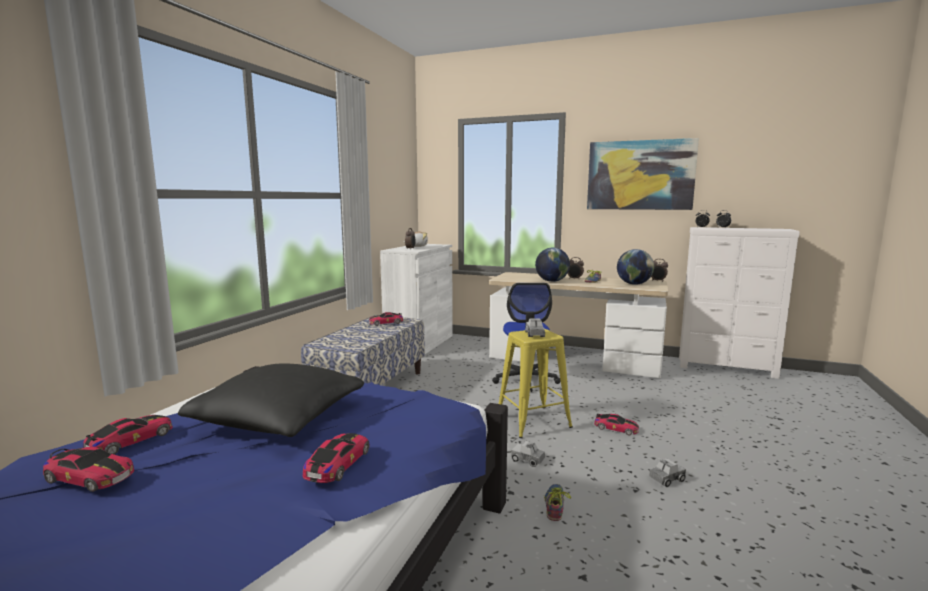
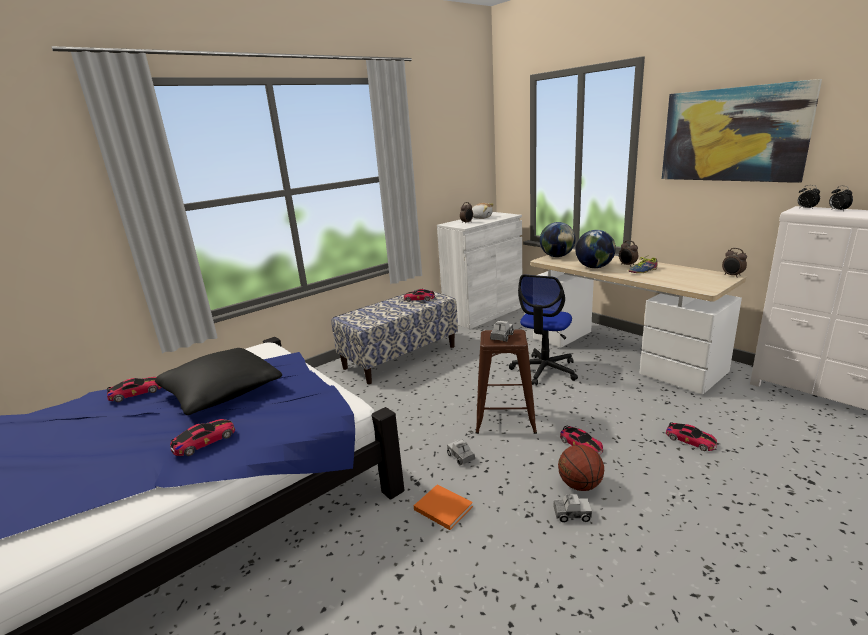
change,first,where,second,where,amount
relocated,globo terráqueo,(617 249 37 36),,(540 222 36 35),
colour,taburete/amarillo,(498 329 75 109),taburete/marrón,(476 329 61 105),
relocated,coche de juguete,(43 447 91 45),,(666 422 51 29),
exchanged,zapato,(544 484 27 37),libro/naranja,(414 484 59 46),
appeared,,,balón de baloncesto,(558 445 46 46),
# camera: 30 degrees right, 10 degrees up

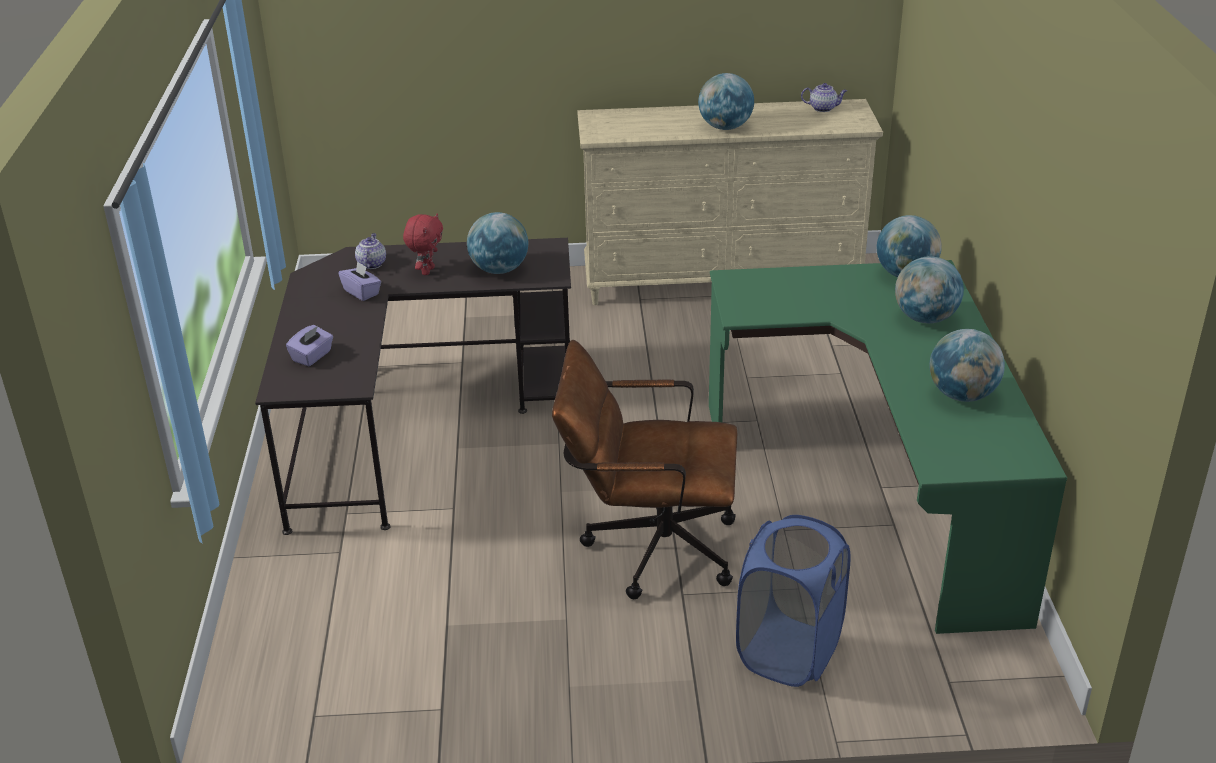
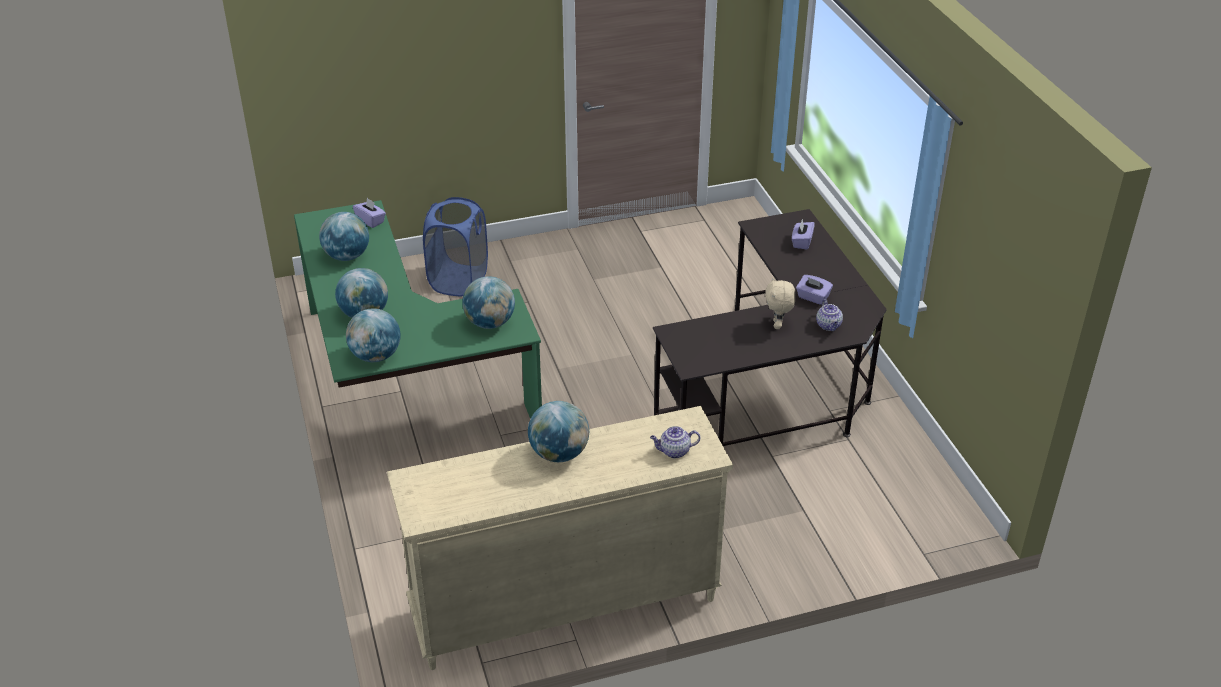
change,first,where,second,where,amount
relocated,tetera,(801 83 46 29),,(650 426 50 32),
relocated,globo terráqueo,(467 212 61 62),,(462 276 53 53),
colour,peluche/rojo,(403 214 40 61),peluche/beis,(765 277 30 52),
missing,silla de oficina/marrón,(552 340 185 259),,,
appeared,,,caja de pañuelos/morado,(353 198 33 30),
# camera: 165 degrees right, 5 degrees up

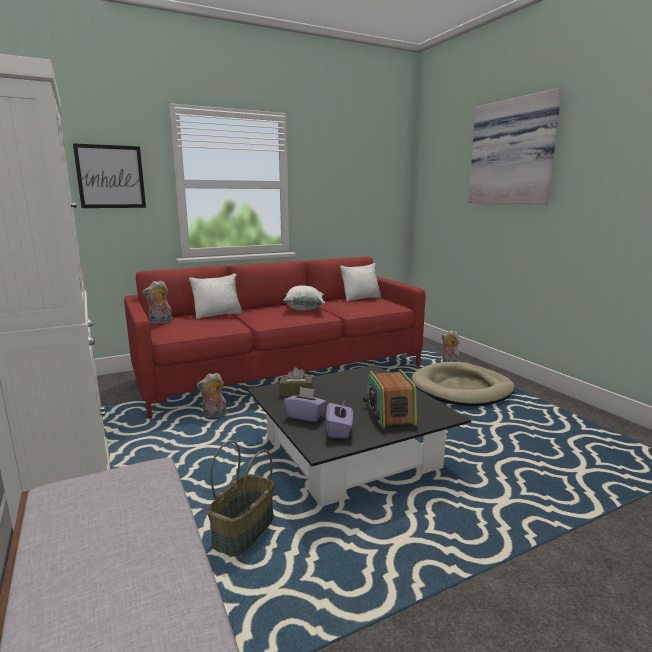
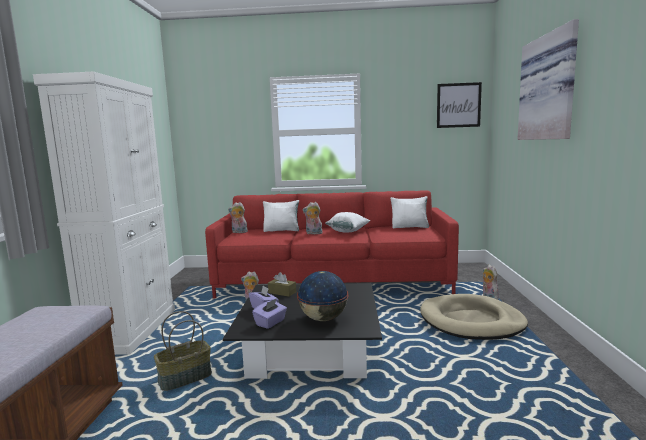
change,first,where,second,where,amount
relocated,cuadro,(73 143 73 65),,(437 82 45 46),
exchanged,radio,(363 369 54 59),globo terráqueo,(297 271 51 50),
appeared,,,peluche,(303 202 20 32),
# camera: 30 degrees right, 5 degrees down

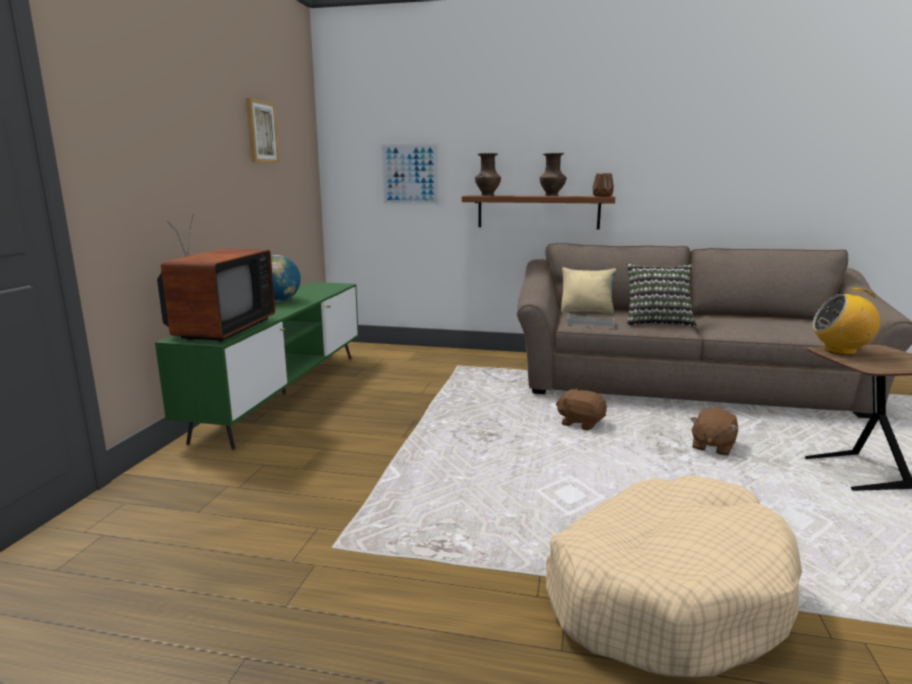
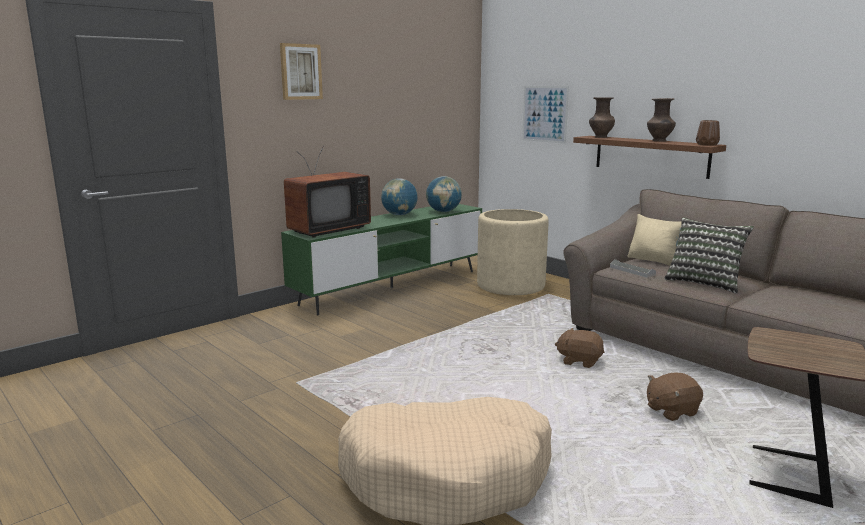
change,first,where,second,where,amount
relocated,cuadro,(246 98 34 65),,(280 43 43 57),
missing,radio,(812 288 68 67),,,
spun,peluche/marrón,(556 388 51 42),,(555 328 50 40),45 degrees counterclockwise
appeared,,,globo terráqueo,(426 176 36 36),
appeared,,,maceta/beis,(477 209 72 86),
# camera: 35 degrees right, 0 degrees up

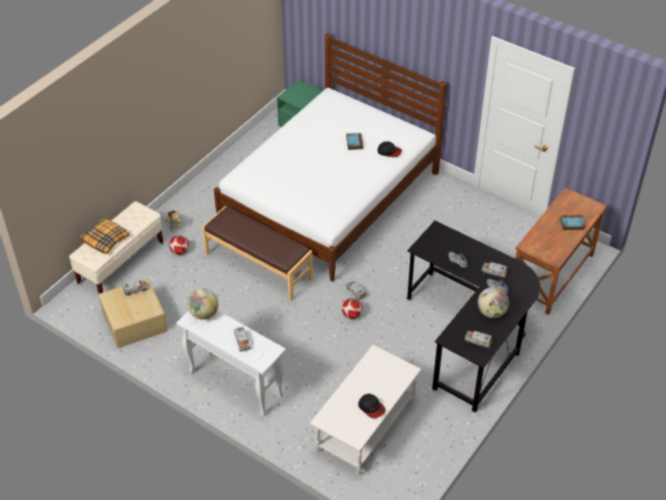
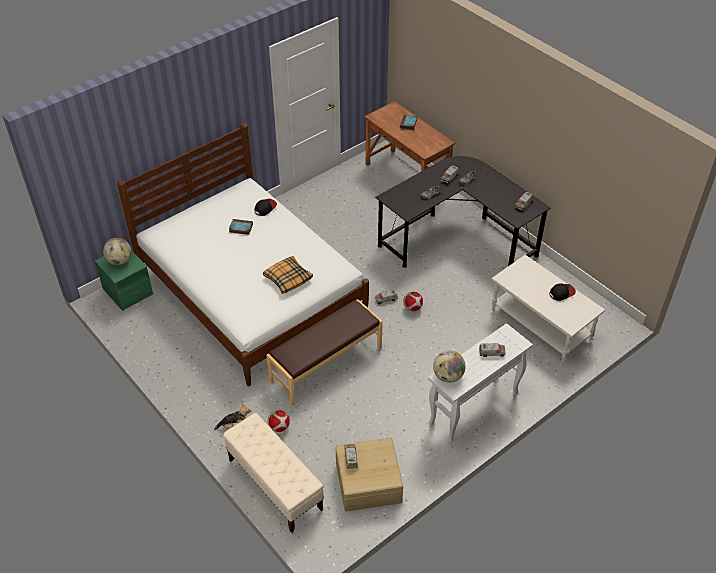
change,first,where,second,where,amount
relocated,cojín,(80 218 49 36),,(263 256 50 38),
relocated,globo terráqueo,(478 287 31 31),,(103 238 28 27),
# camera: 75 degrees left, 0 degrees up

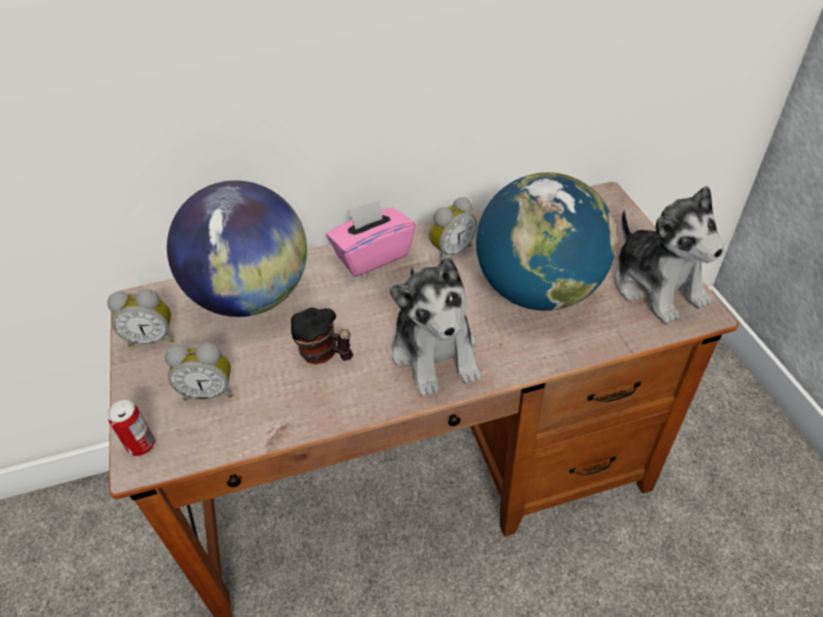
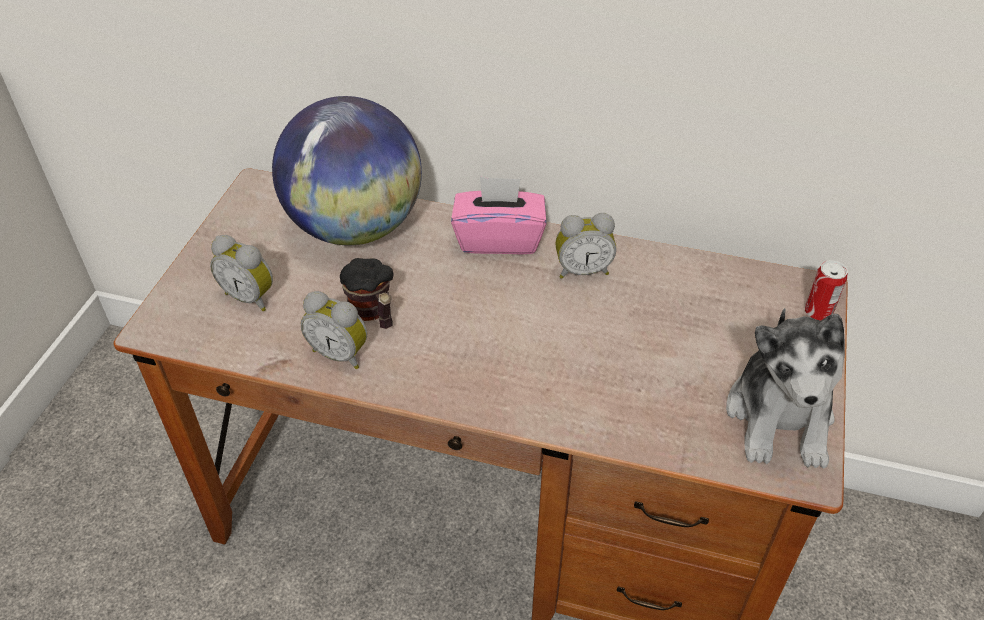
change,first,where,second,where,amount
missing,globo terráqueo,(476 172 140 139),,,
missing,peluche,(390 257 92 140),,,
relocated,despertador,(107 289 67 58),,(301 291 66 78),
relocated,lata,(107 400 48 56),,(805 260 43 61),
# camera: 30 degrees right, 0 degrees up

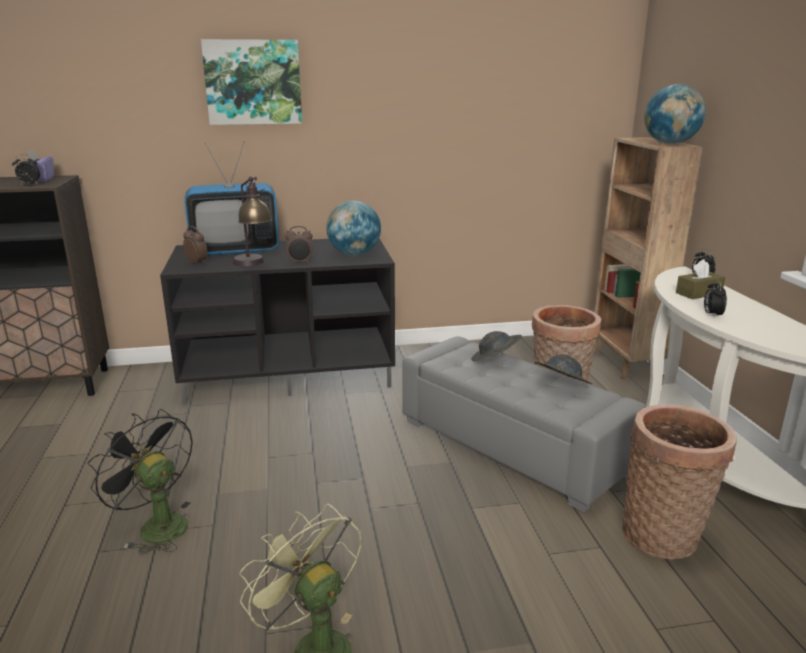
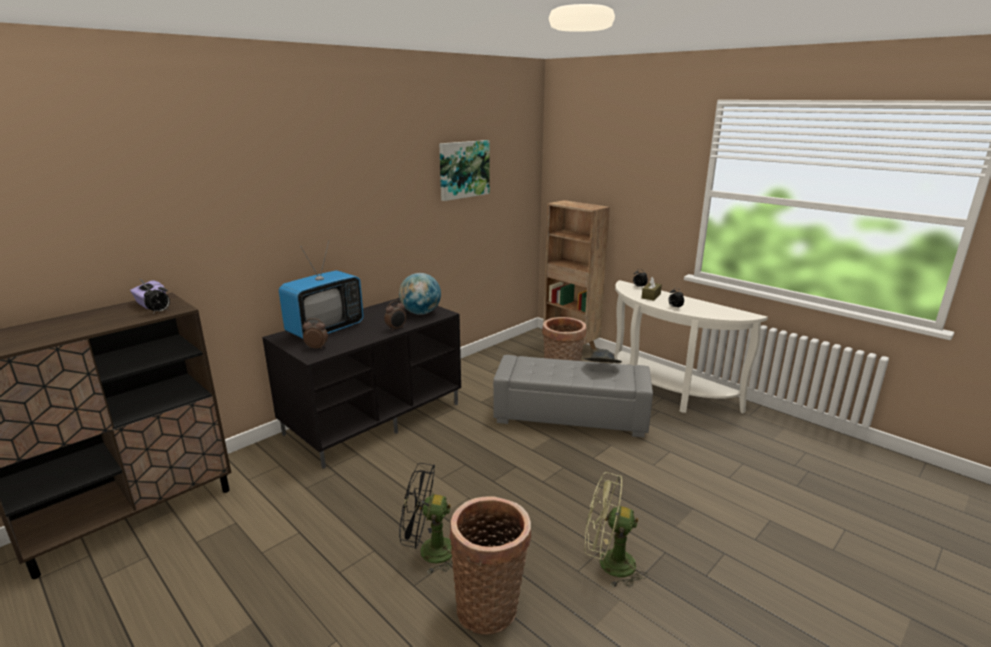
change,first,where,second,where,amount
relocated,cuadro,(201 39 101 86),,(439 140 51 61),
missing,globo terráqueo,(644 84 62 60),,,
missing,lámpara de mesa,(233 176 39 90),,,
missing,sombrero/gris,(471 331 51 30),,,
relocated,cesta,(622 404 115 156),,(449 497 82 138),
# camera: 35 degrees left, 0 degrees up

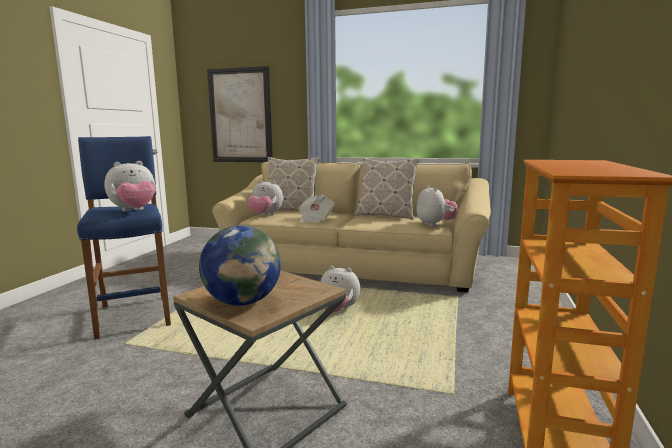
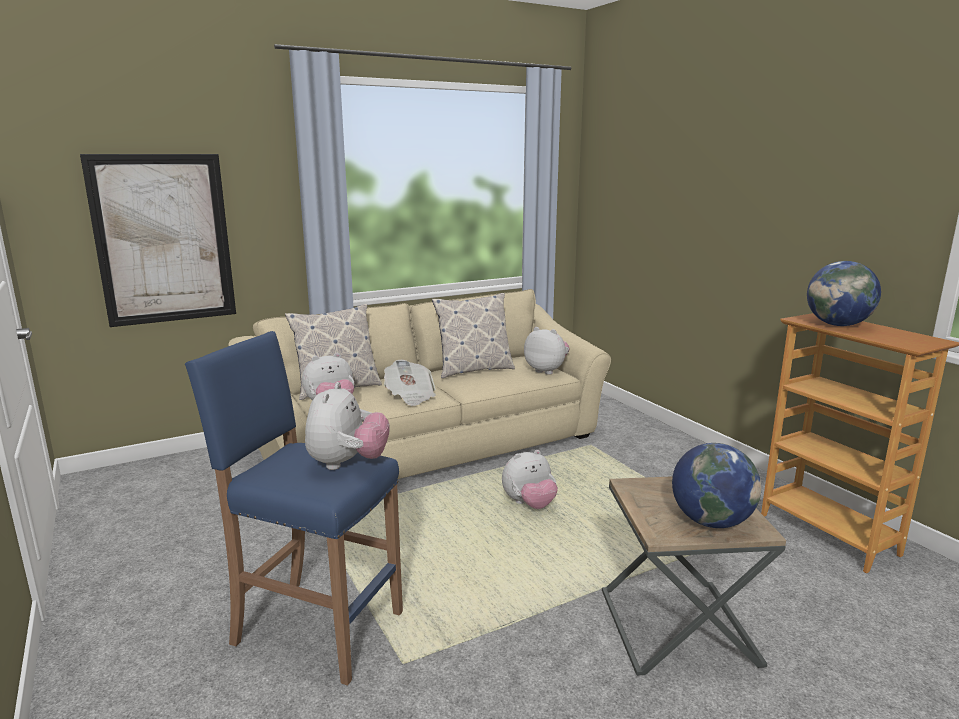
change,first,where,second,where,amount
appeared,,,globo terráqueo,(807 261 74 65),
# camera: 45 degrees left, 5 degrees up

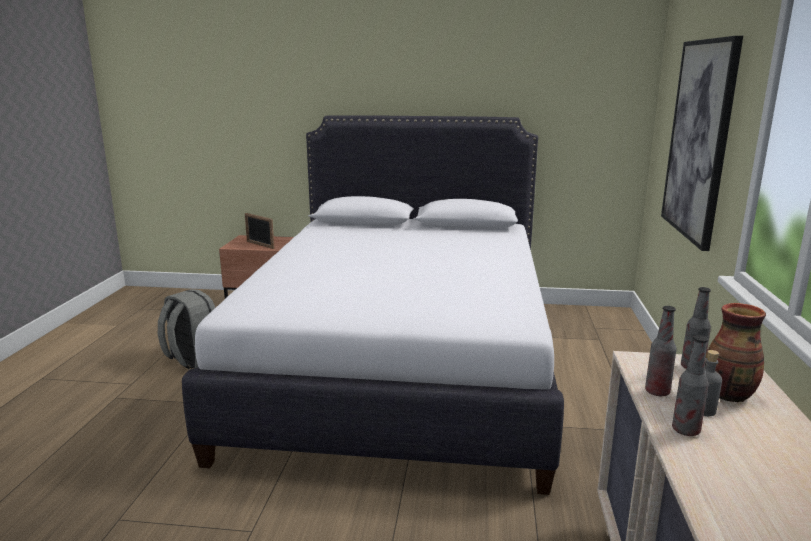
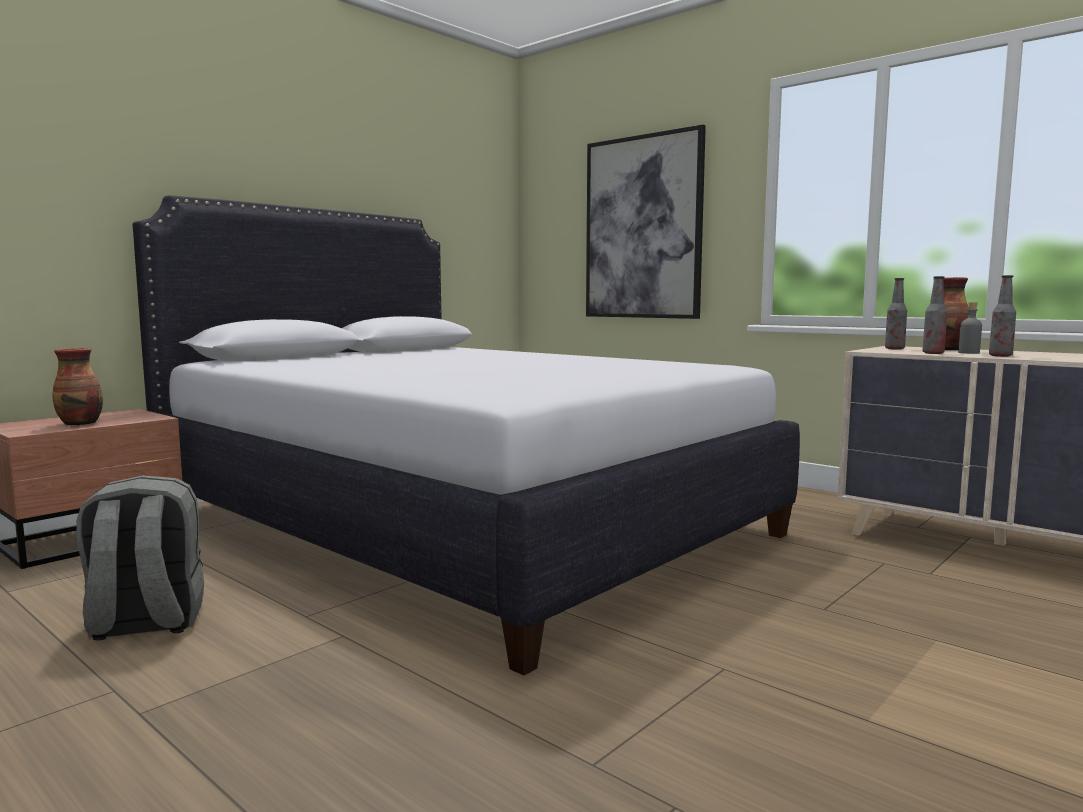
change,first,where,second,where,amount
exchanged,portarretratos,(245 213 30 36),florero,(52 348 51 78),
# camera: 55 degrees left, 10 degrees down

